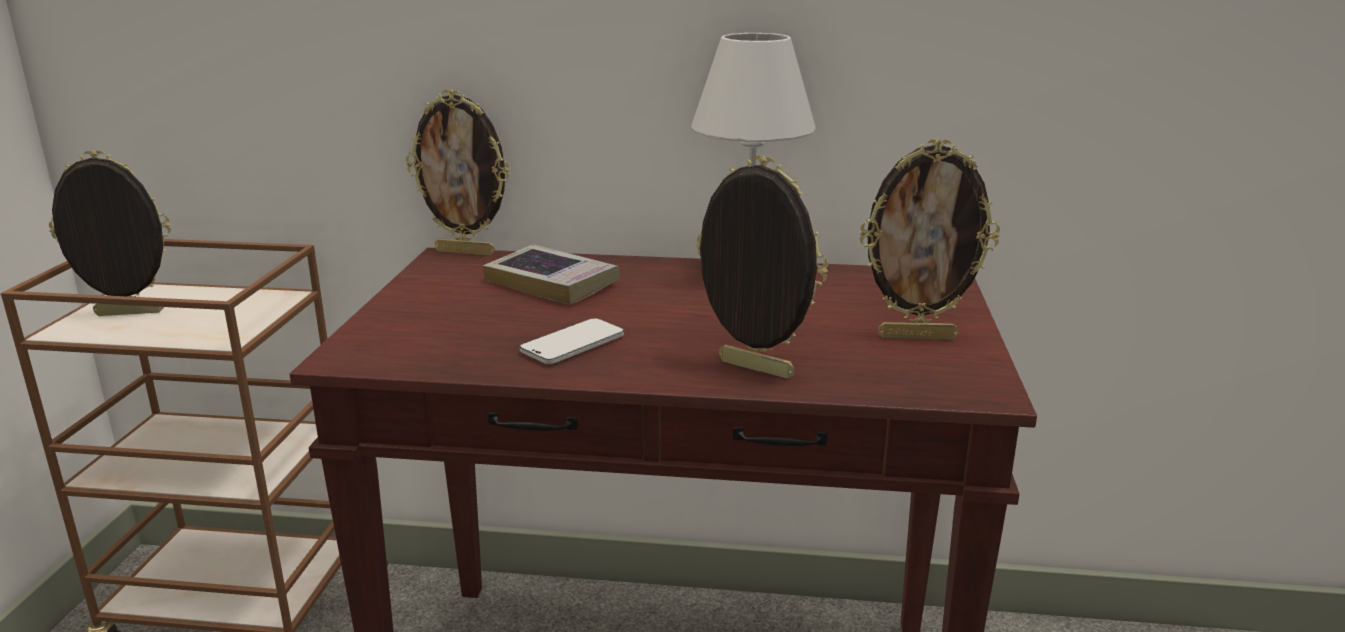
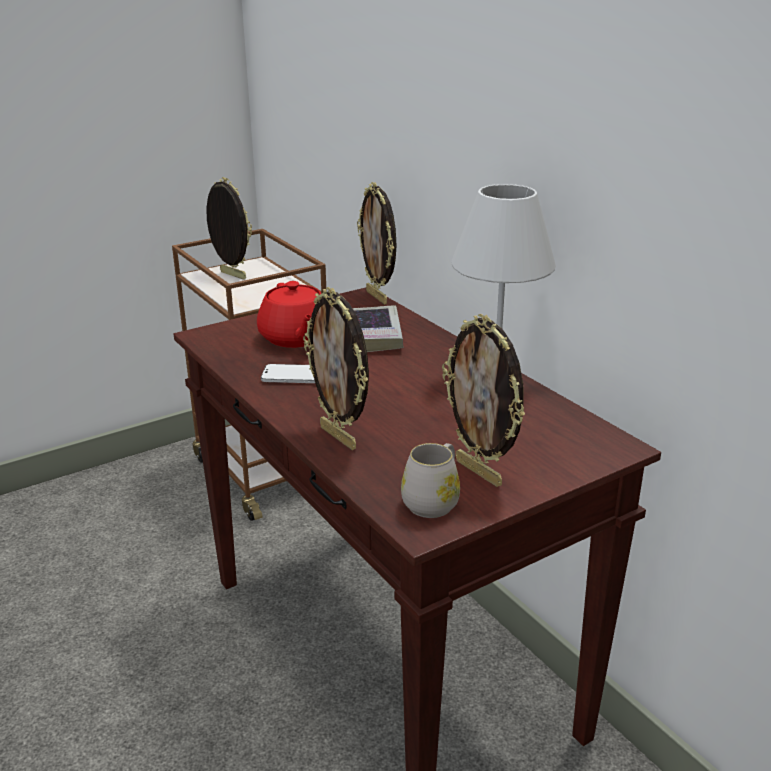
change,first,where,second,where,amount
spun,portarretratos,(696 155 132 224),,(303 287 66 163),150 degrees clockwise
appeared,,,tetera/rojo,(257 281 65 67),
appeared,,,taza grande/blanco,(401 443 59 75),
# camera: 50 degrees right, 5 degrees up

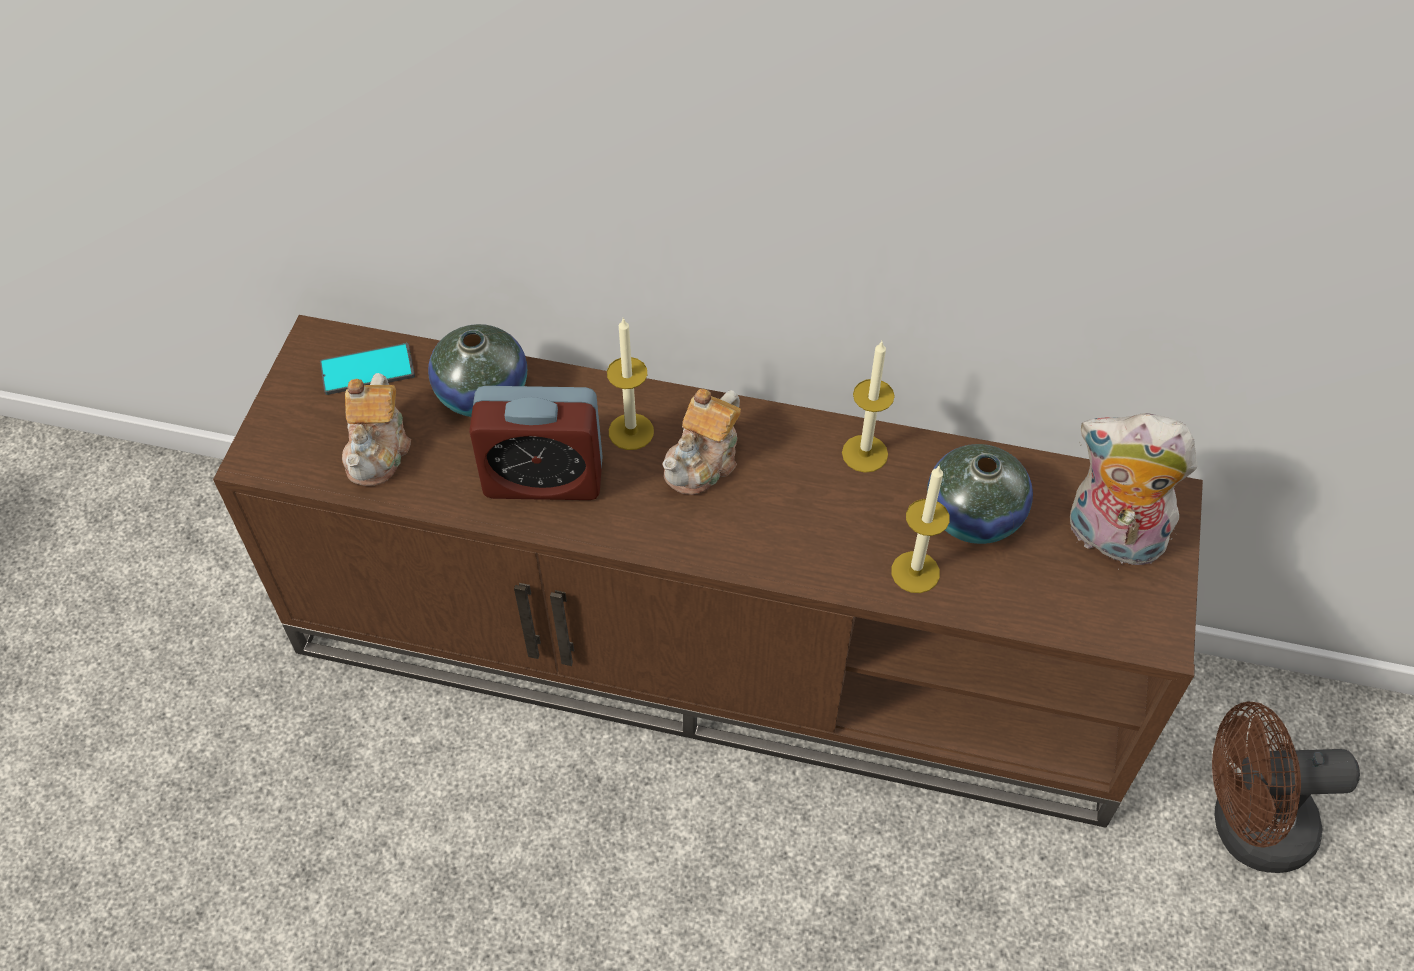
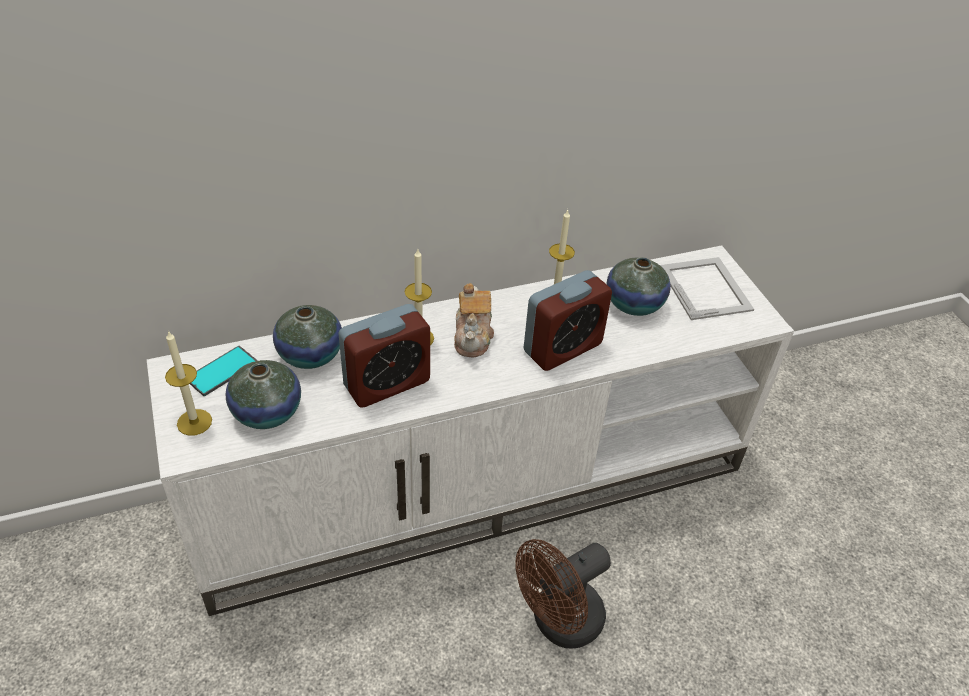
change,first,where,second,where,amount
colour,mueble de televisión/marrón,(213 315 990 513),mueble de televisión/blanco,(147 245 647 371),
exchanged,tetera,(342 373 69 113),florero,(225 360 76 69),
exchanged,peluche,(1070 413 127 157),portarretratos,(660 257 94 63),
relocated,vela,(891 466 59 127),,(165 330 47 106),
relocated,ventilador/marrón,(1212 702 148 171),,(515 539 96 110),
appeared,,,despertador,(524 270 88 101),
# camera: 35 degrees left, 10 degrees down

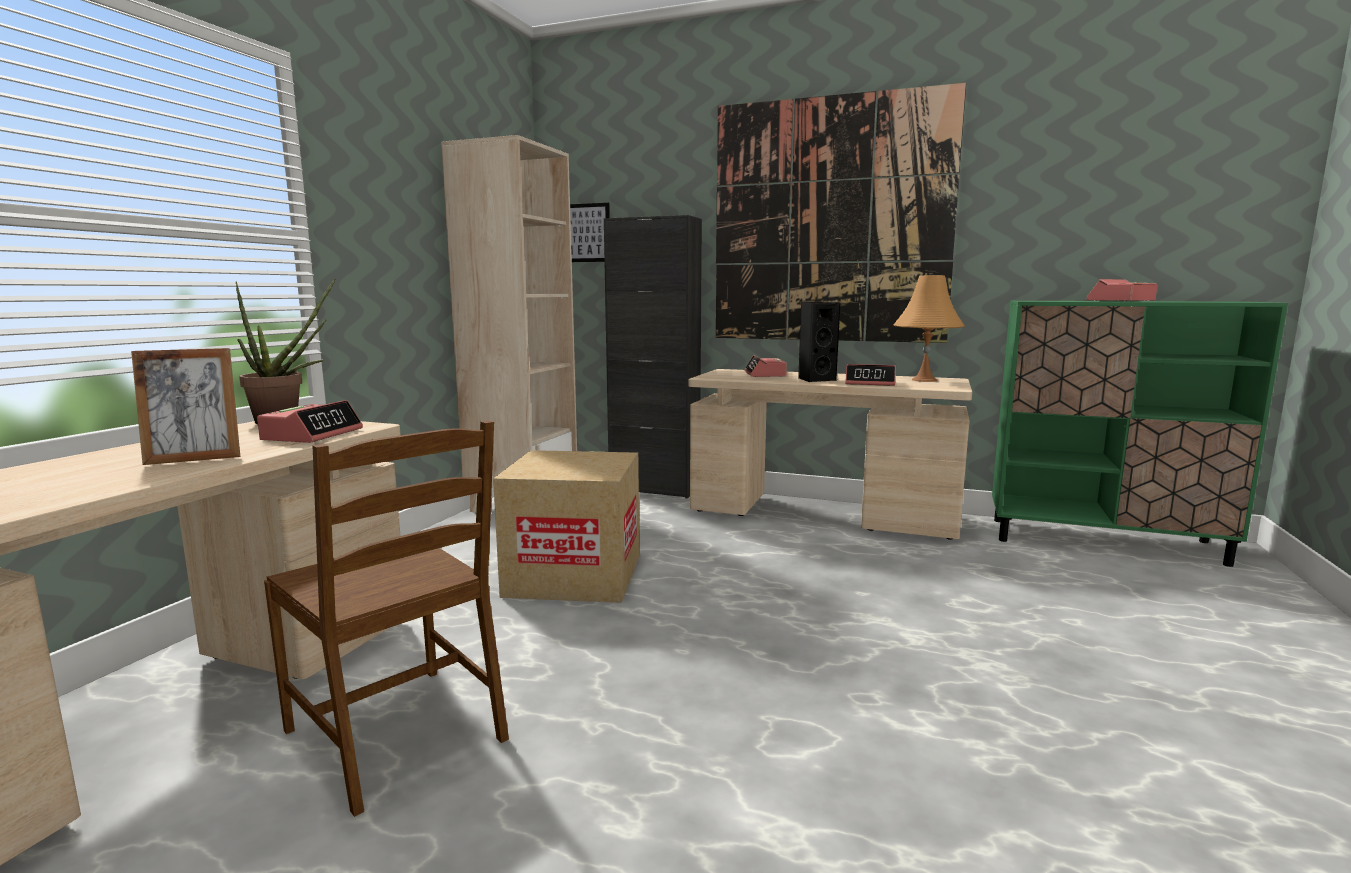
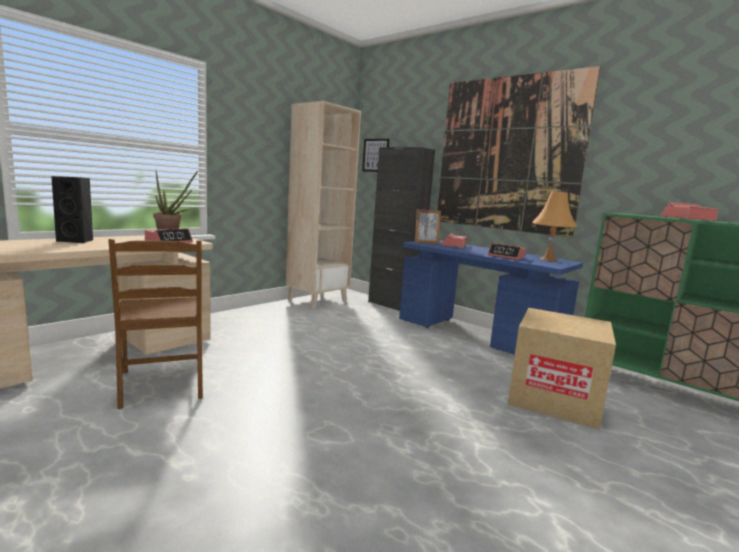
change,first,where,second,where,amount
relocated,altavoz/negro,(798 302 42 80),,(51 176 42 67),
relocated,portarretratos,(131 348 109 117),,(415 209 26 35),
colour,escritorio/beis,(688 369 284 171),escritorio/azul,(399 240 184 115),
relocated,caja de cartón,(493 450 146 153),,(507 308 109 121),
# camera: 20 degrees right, 0 degrees up

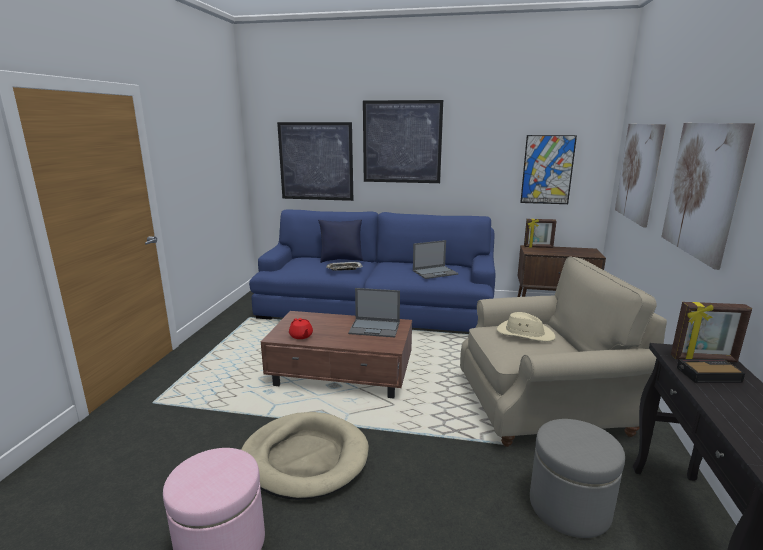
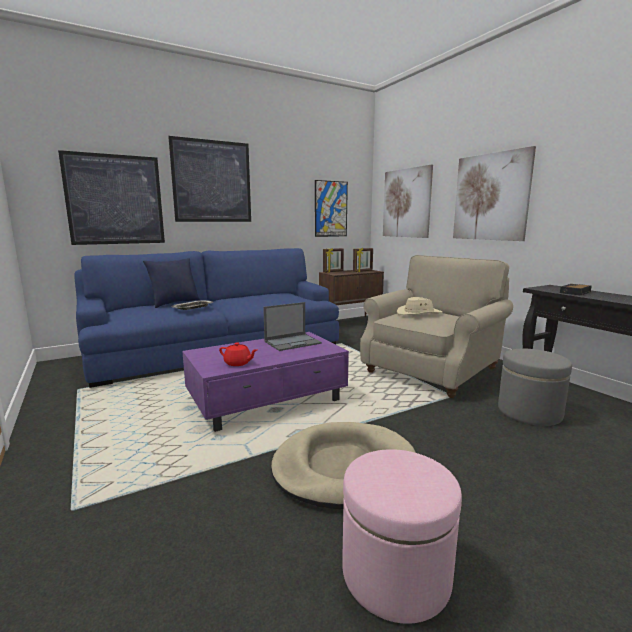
change,first,where,second,where,amount
missing,portátil,(413 240 45 39),,,
relocated,portarretratos,(671 302 81 60),,(353 248 20 24),
colour,mesa de centro/marrón,(261 311 151 87),mesa de centro/morado,(182 332 167 100),
# camera: 40 degrees left, 5 degrees down

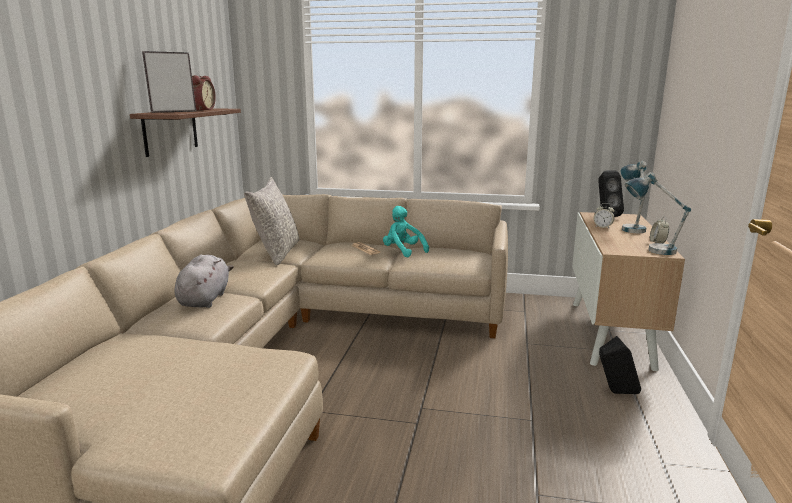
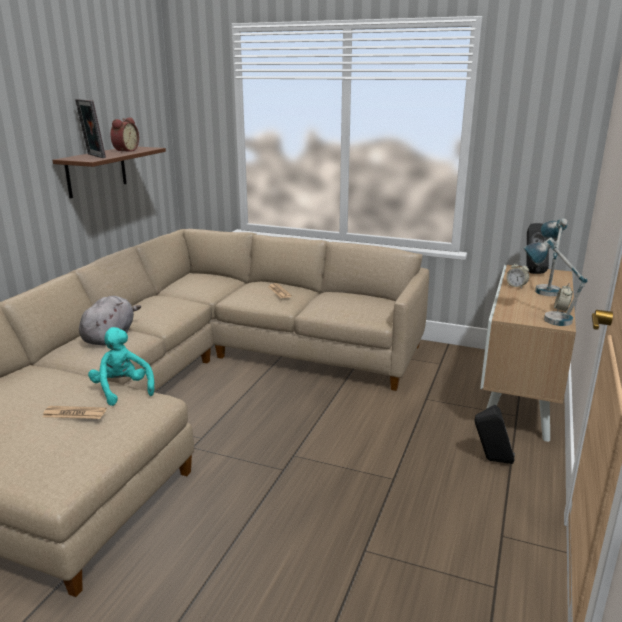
change,first,where,second,where,amount
spun,portarretratos,(142 51 54 62),,(75 99 31 59),105 degrees counterclockwise
missing,cojín/gris,(244 177 55 88),,,
relocated,peluche/turquesa,(383 206 46 51),,(88 327 66 79),
appeared,,,periódico,(43 406 64 13),
# camera: 10 degrees right, 5 degrees up

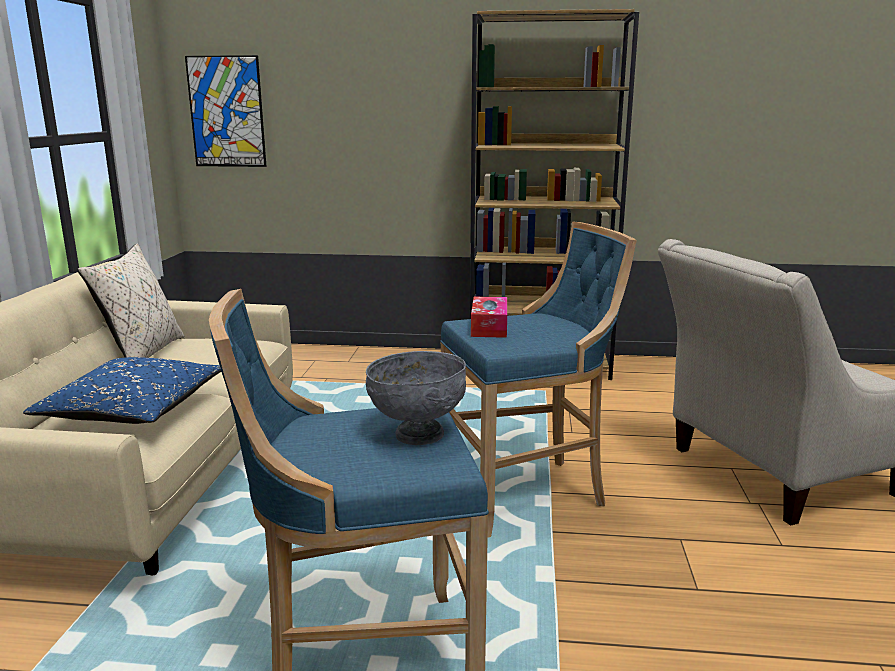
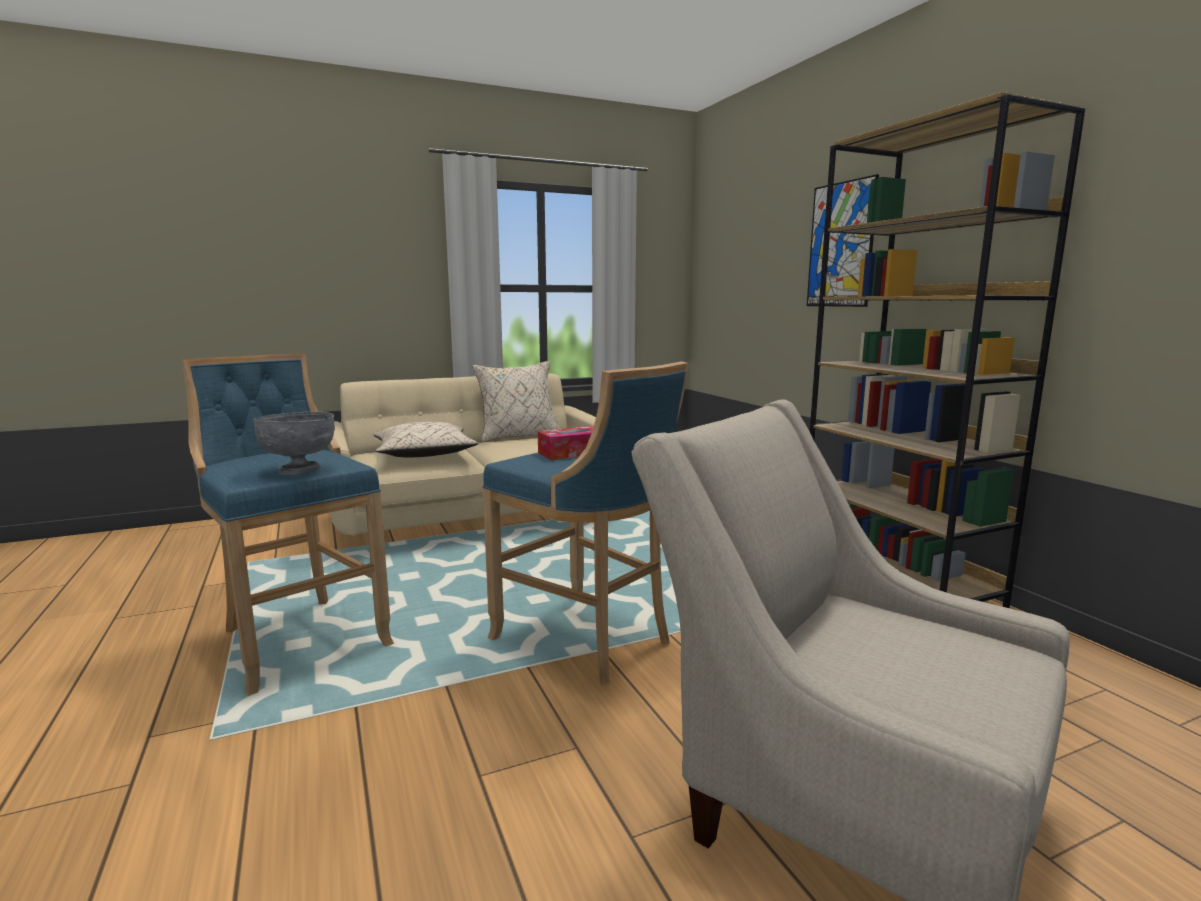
change,first,where,second,where,amount
relocated,cuadro,(185 55 81 112),,(807 174 72 133),
colour,cojín/azul,(23 357 198 67),cojín/beis,(373 422 106 35),
# camera: 60 degrees right, 5 degrees down

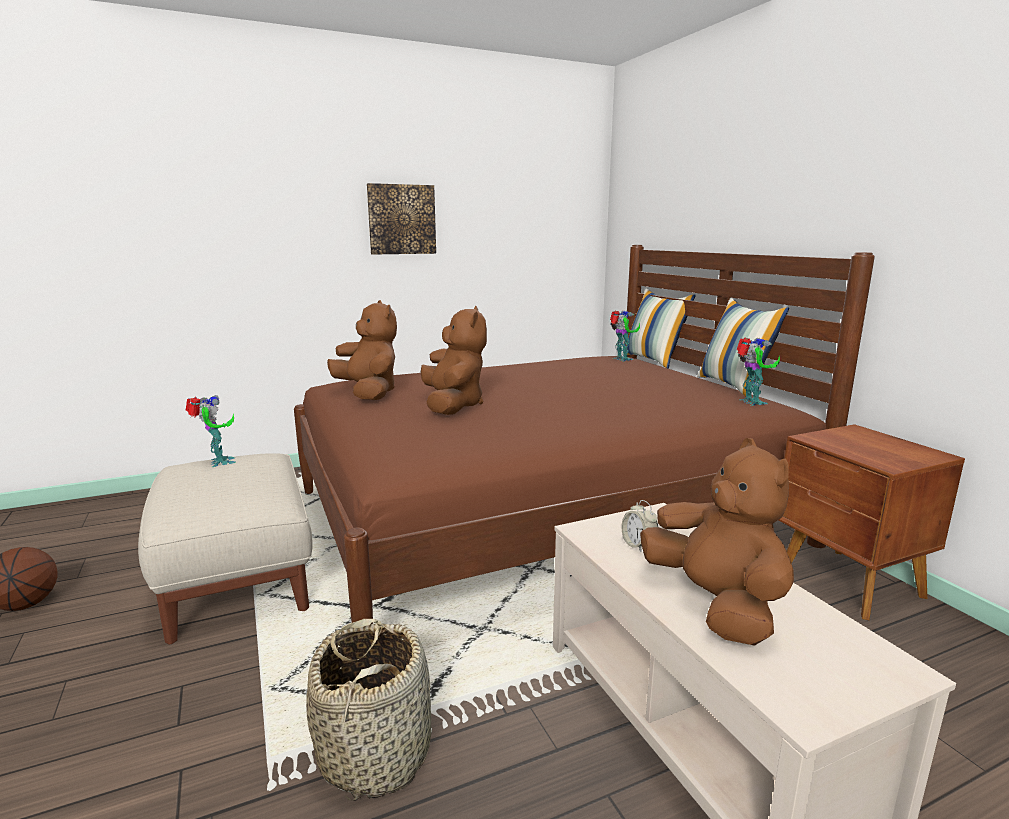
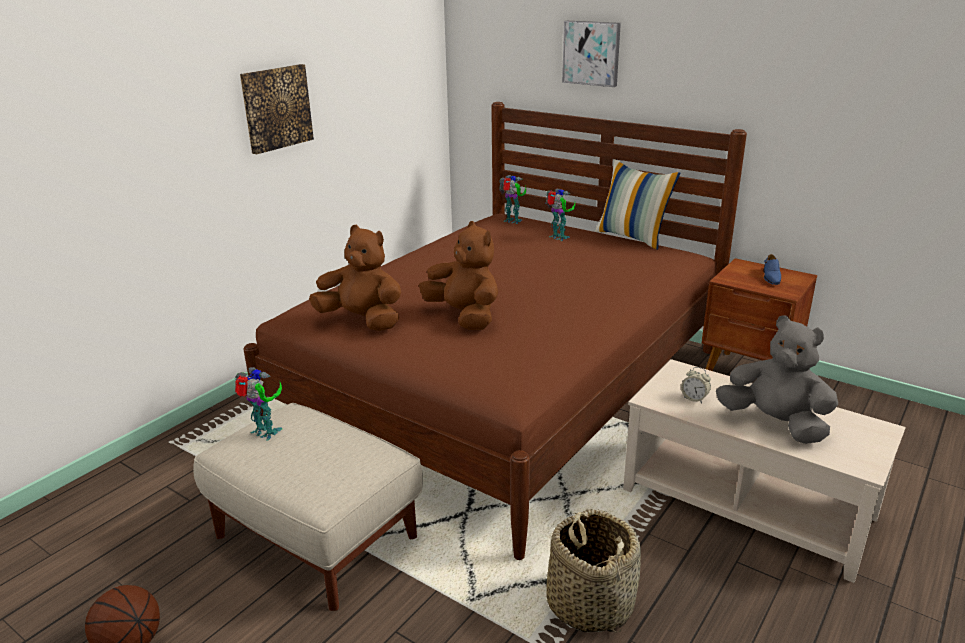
change,first,where,second,where,amount
missing,cojín,(622 288 74 80),,,
relocated,robot de juguete,(736 337 44 69),,(545 188 31 53),
colour,peluche/marrón,(640 438 154 208),peluche/gris,(716 316 122 128),
appeared,,,cuadro,(562 21 59 66),
appeared,,,zapato/azul,(763 254 18 31),
# camera: 30 degrees left, 10 degrees up

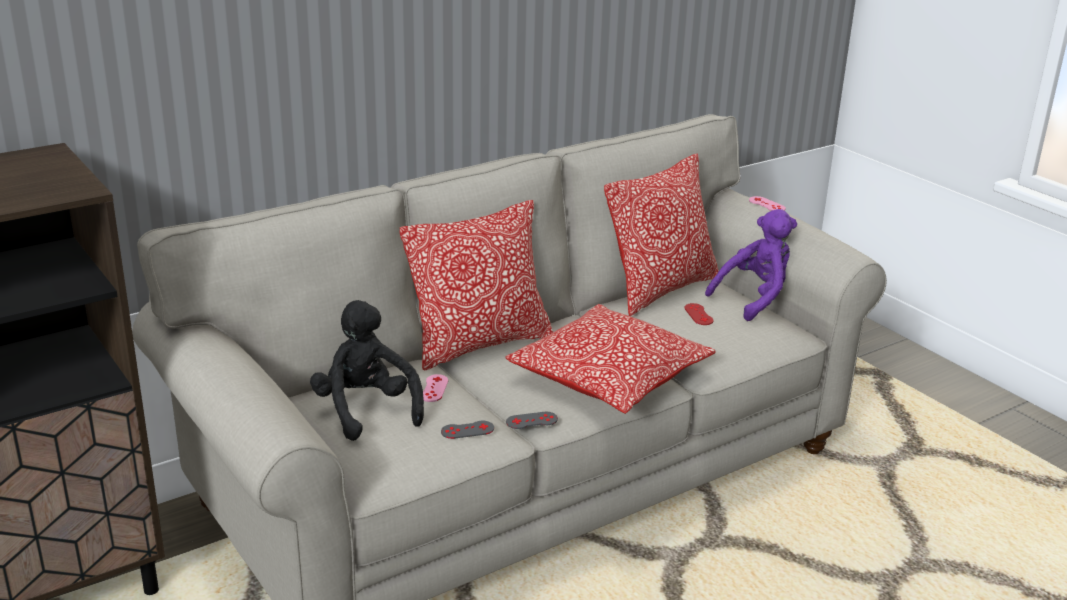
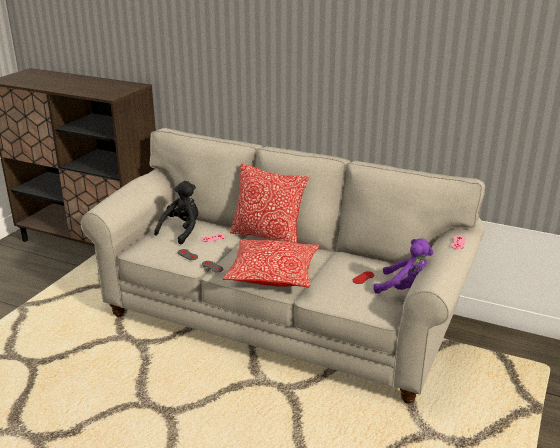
change,first,where,second,where,amount
missing,cojín,(604 154 115 162),,,
# camera: 60 degrees right, 0 degrees up

